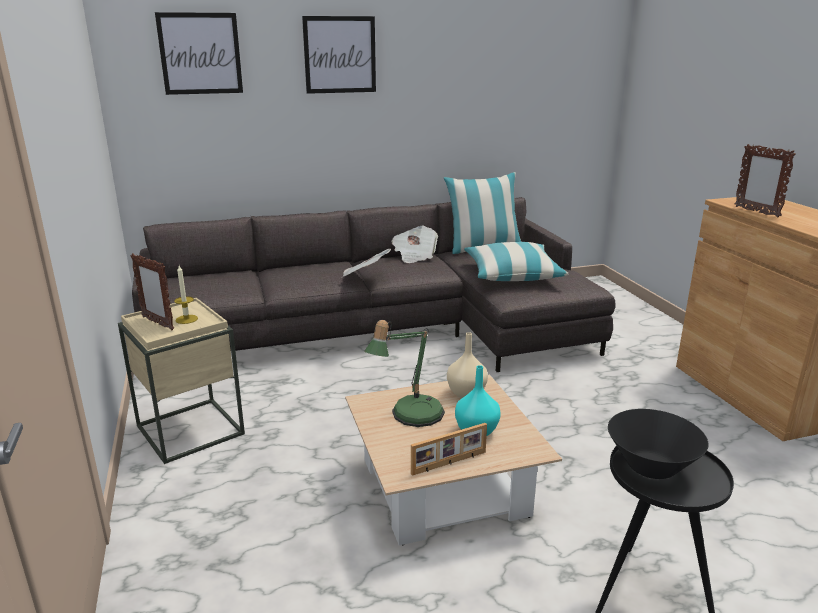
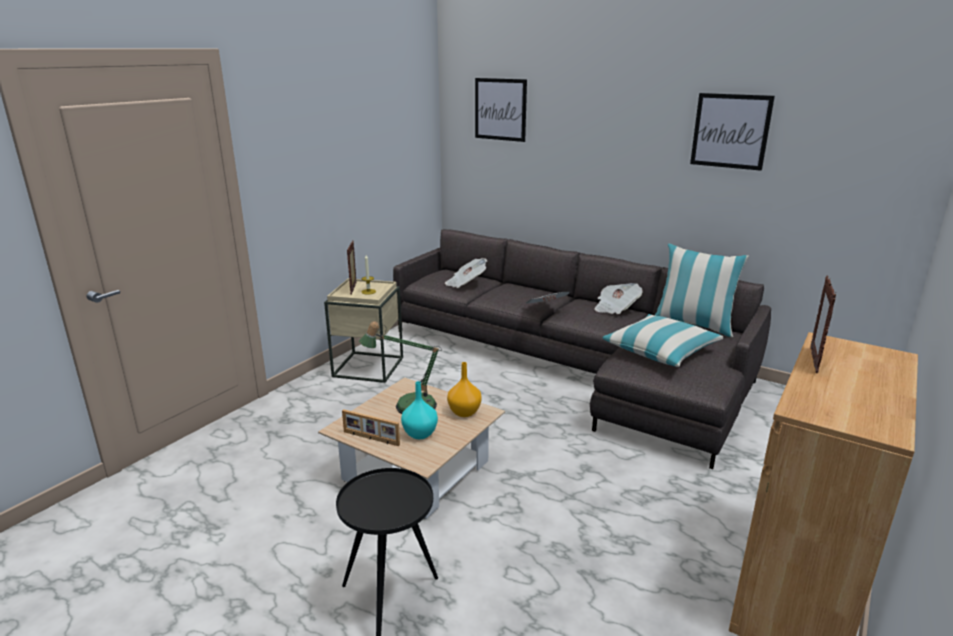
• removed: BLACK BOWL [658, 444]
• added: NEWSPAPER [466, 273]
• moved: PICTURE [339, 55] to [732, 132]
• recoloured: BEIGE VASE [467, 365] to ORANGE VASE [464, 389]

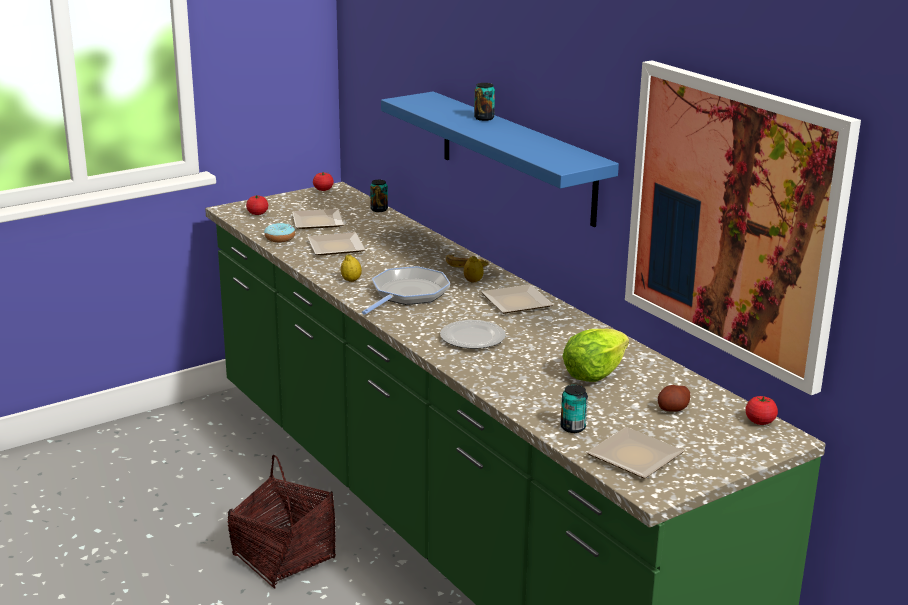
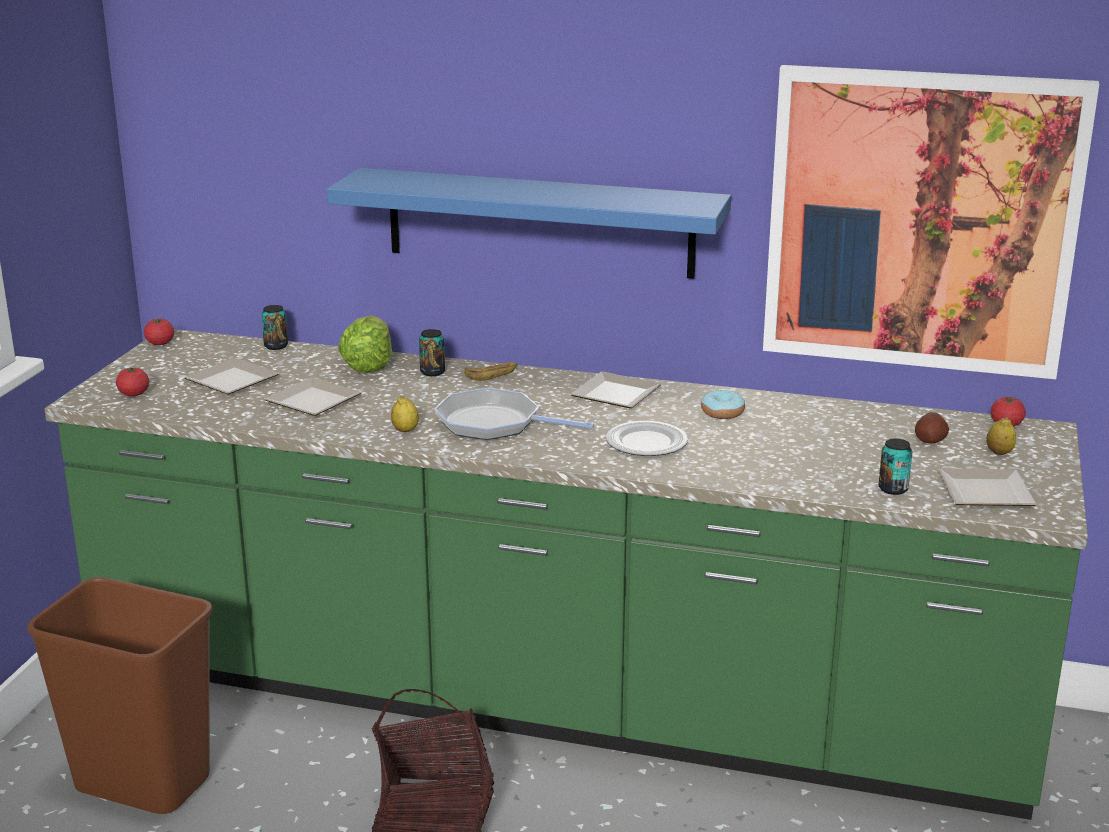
• added: BROWN TRASH CAN [119, 695]
• moved: DONUT [279, 232] to [723, 404]
• moved: LEMON [474, 269] to [1001, 436]
• moved: CAN [484, 102] to [432, 352]
• moved: LETTUCE [595, 355] to [365, 344]
• turned: FRYING PAN [406, 290] = [514, 414] 60 degrees counterclockwise

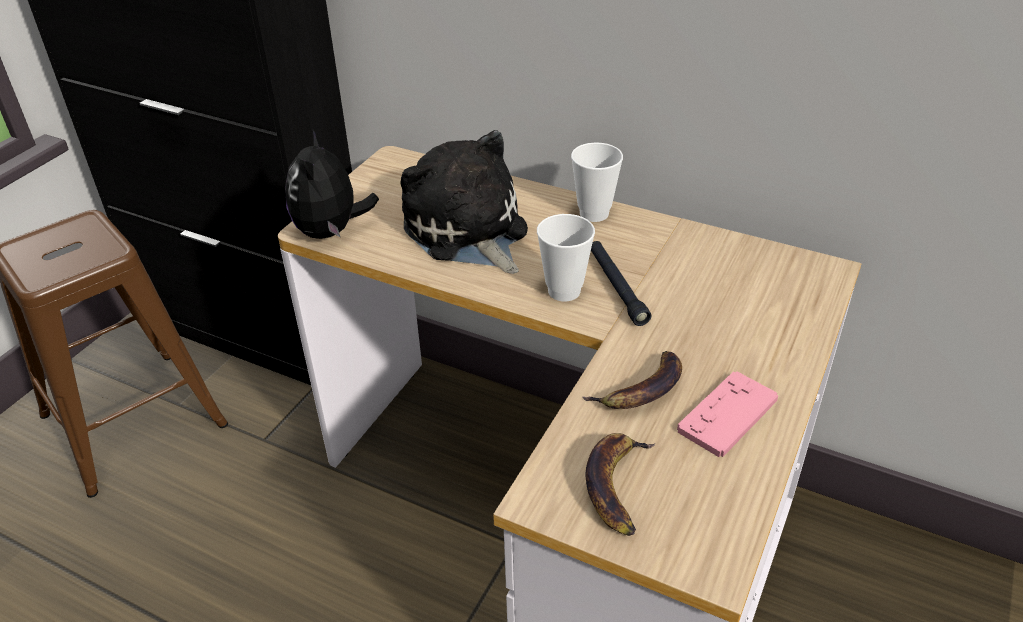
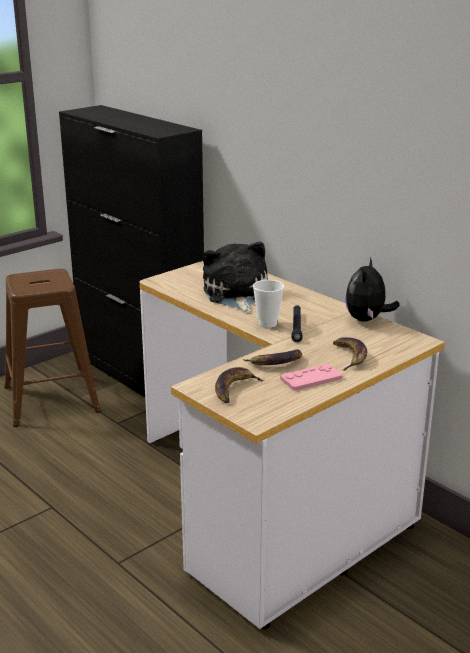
• removed: CUP [597, 182]
• added: BANANA [350, 354]
• moved: PLUSH TOY [332, 184] to [372, 289]

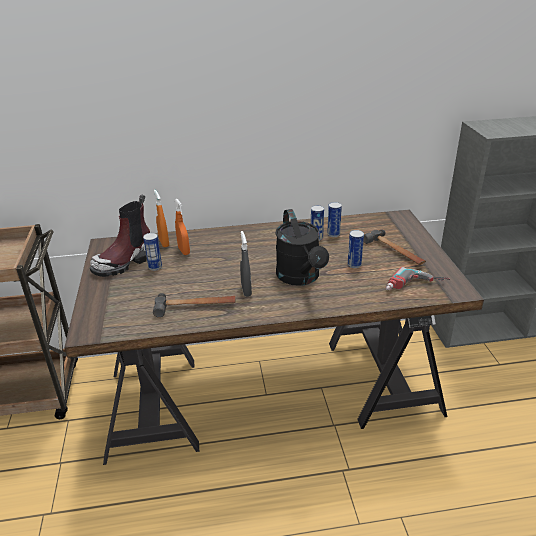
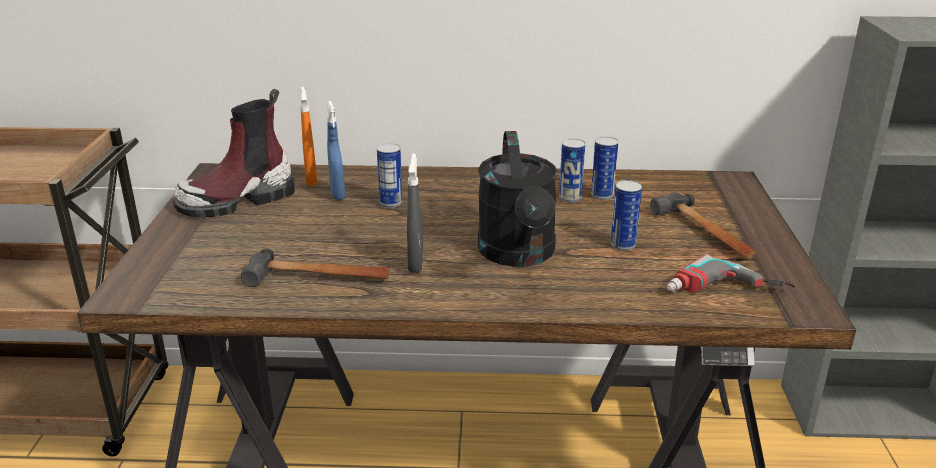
• moved: CAN [152, 252] to [390, 175]
• recoloured: ORANGE SPRAY BOTTLE [182, 227] to BLUE SPRAY BOTTLE [336, 150]

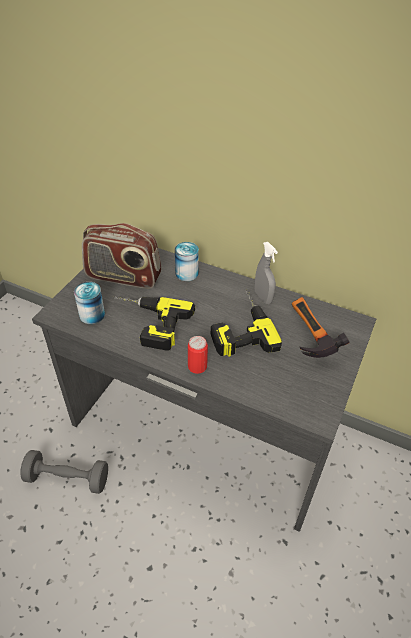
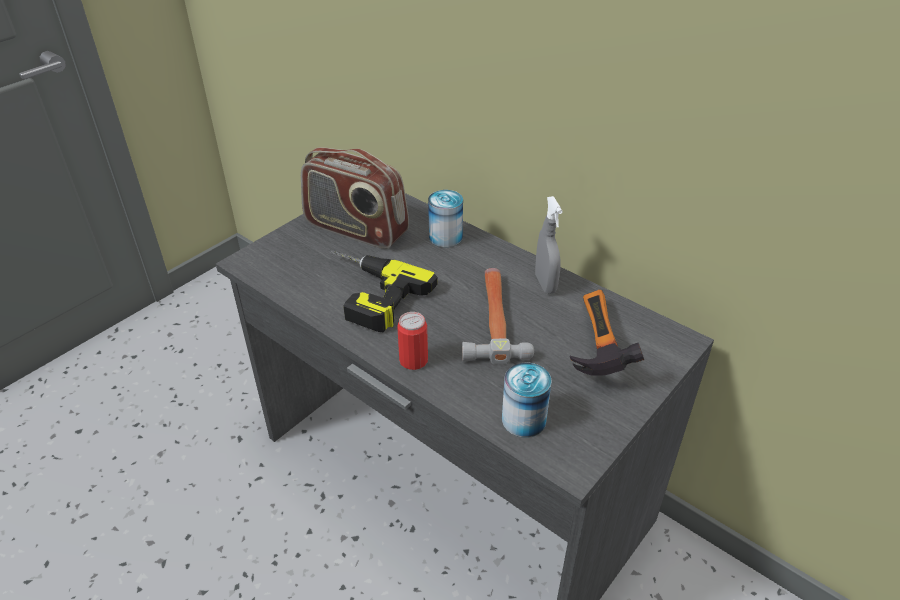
• removed: GREY DUMBBELL [64, 472]
• moved: CAN [89, 303] to [527, 400]
• replaced: POWER DRILL [246, 323] to HAMMER [498, 316]

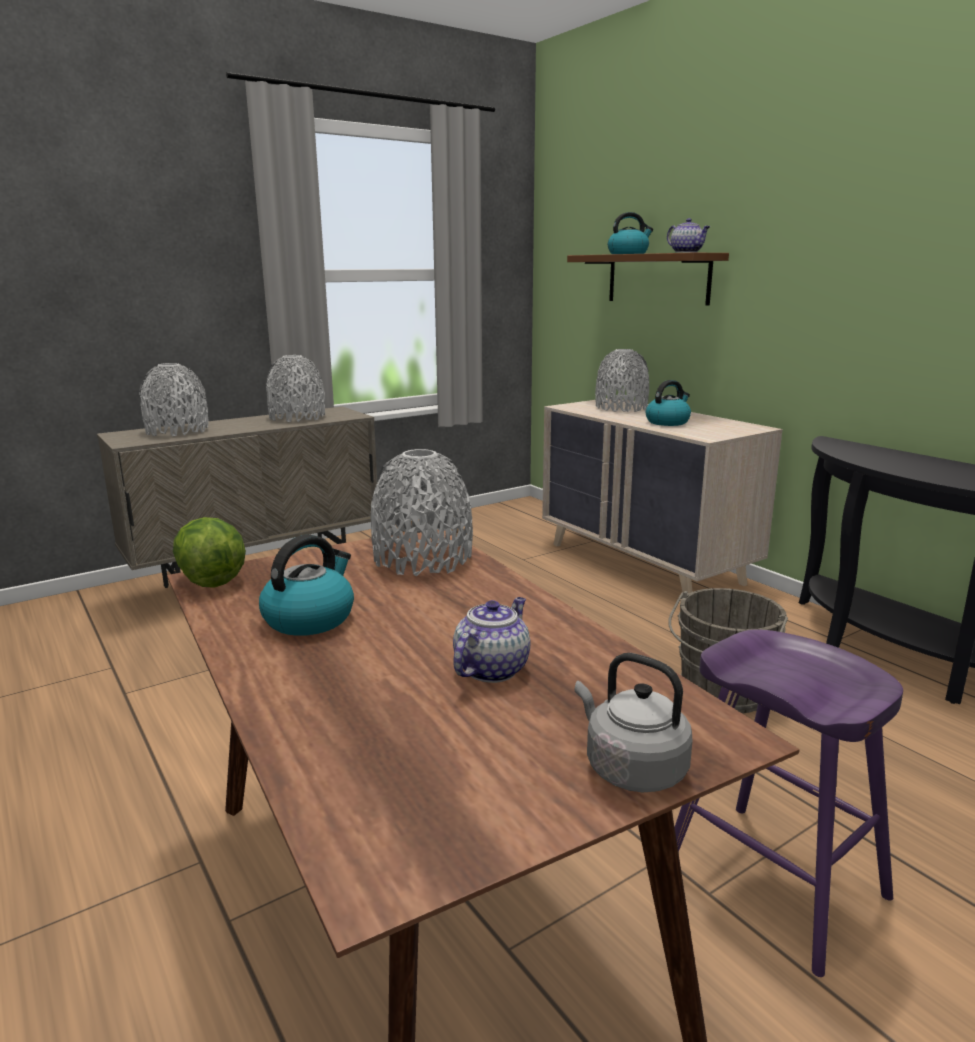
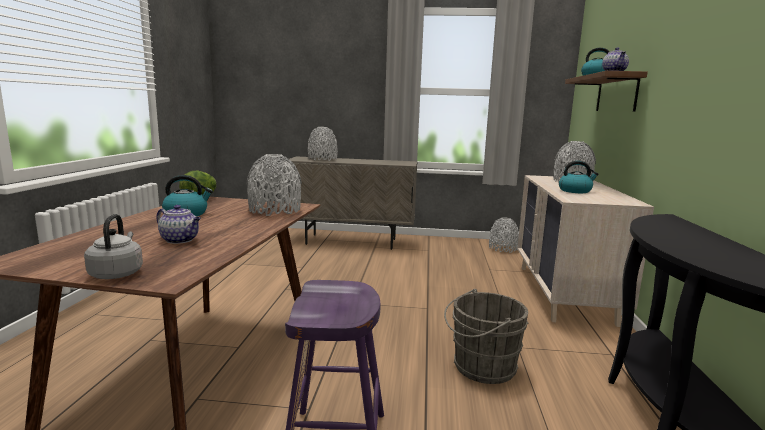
• moved: GREY VASE [295, 388] to [504, 235]
• turned: TEAPOT [491, 640] = [178, 224] 45 degrees clockwise

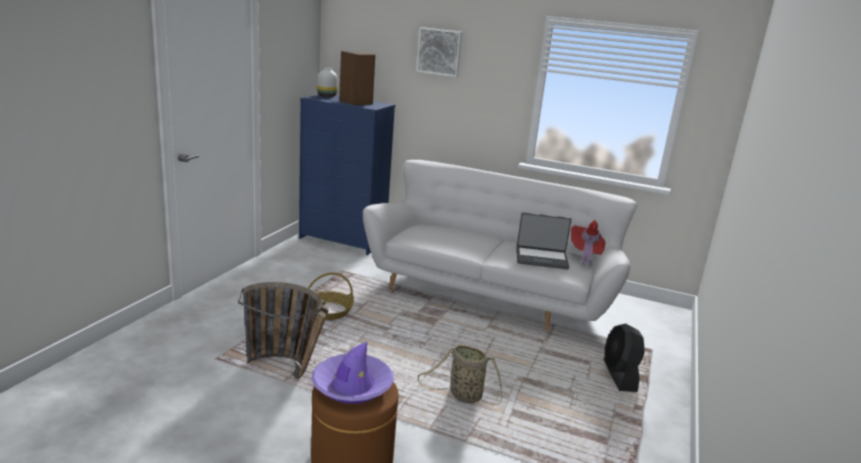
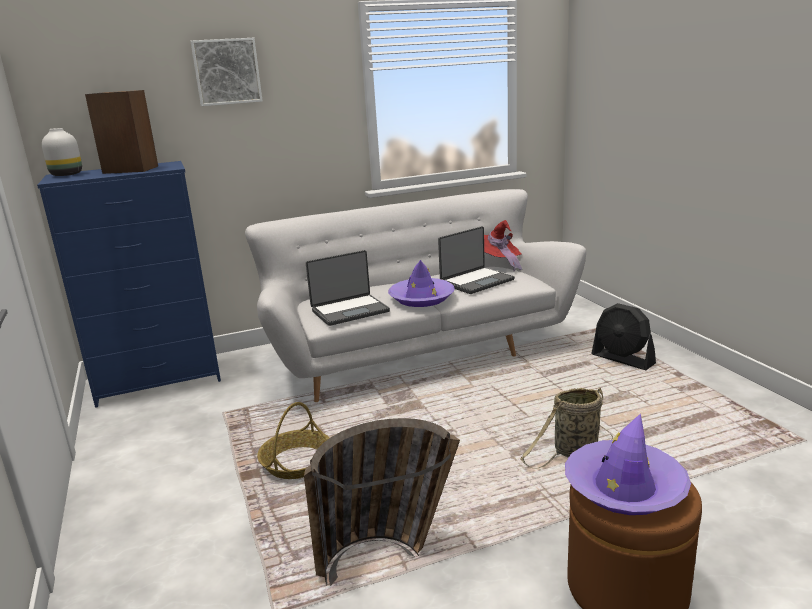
• added: LAPTOP [348, 288]
• added: PURPLE HAT [421, 283]

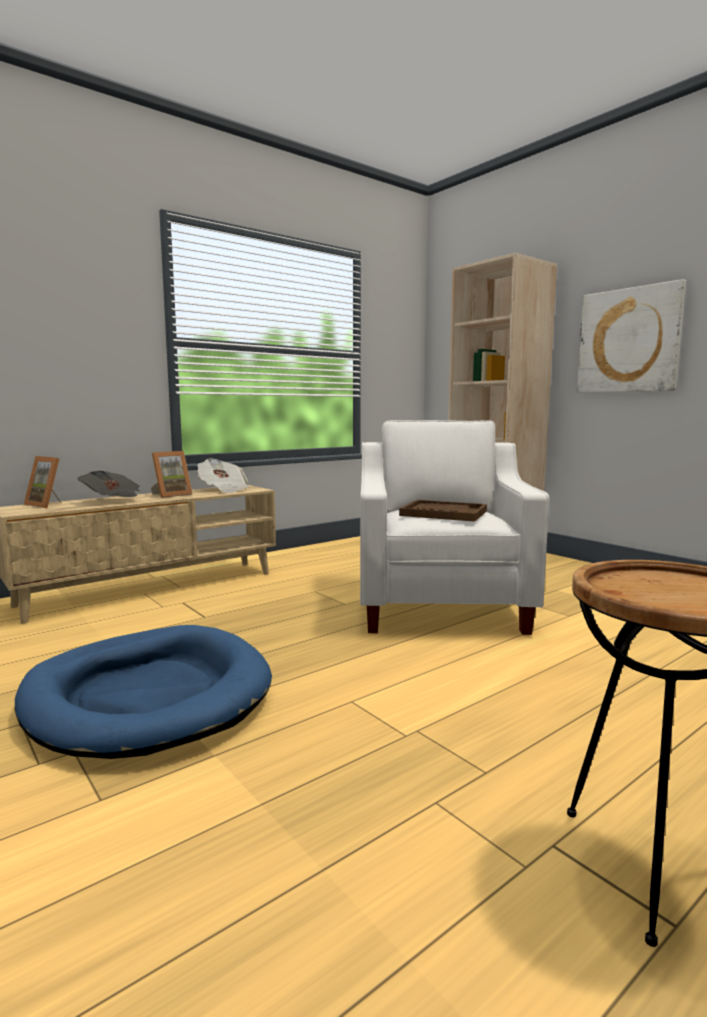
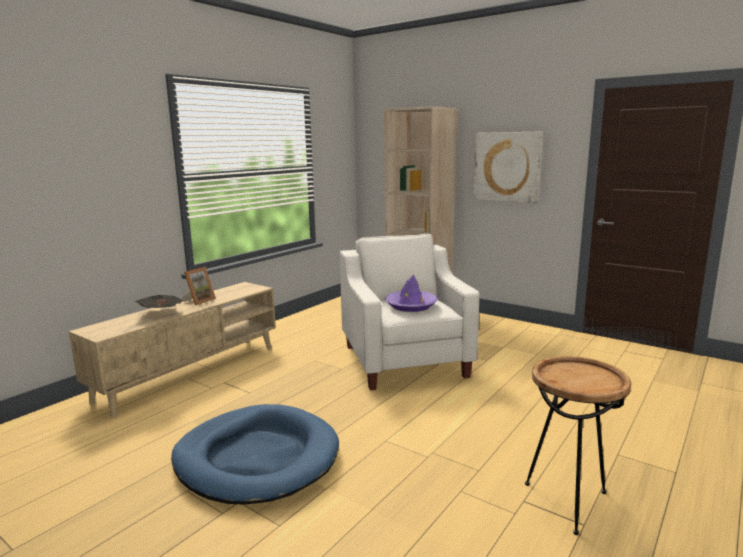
• removed: PICTURE FRAME [43, 482]
• removed: NEWSPAPER [223, 476]
• replaced: BROWN TRAY [443, 511] to PURPLE HAT [411, 293]

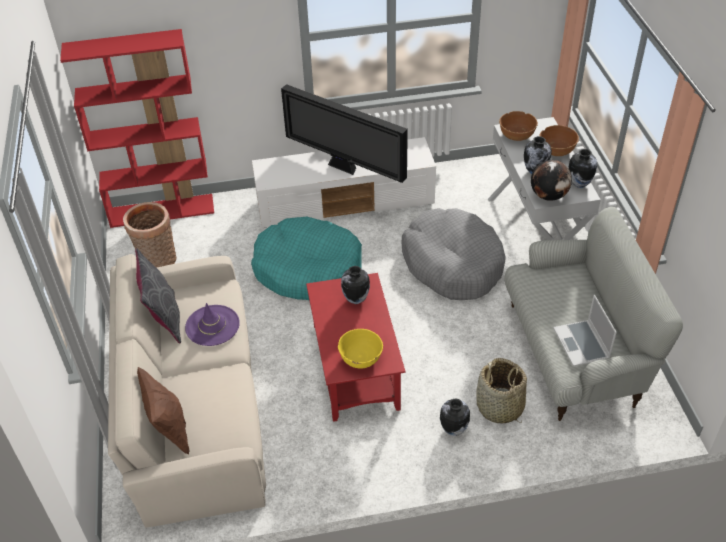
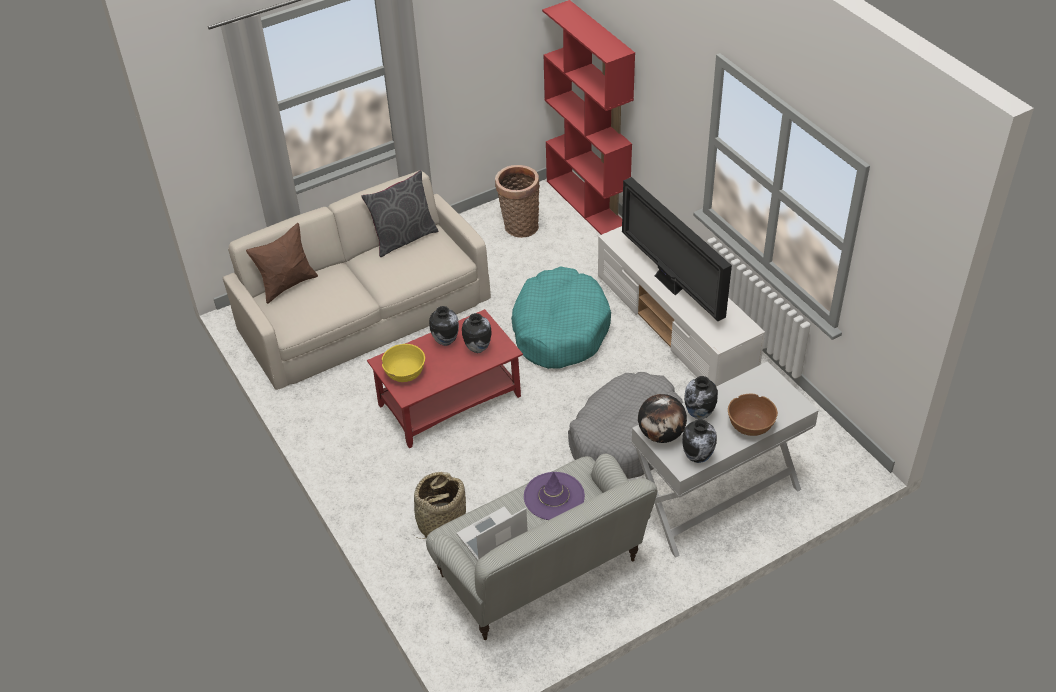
• removed: BROWN BOWL [518, 126]
• moved: PURPLE HAT [212, 324] to [554, 495]
• moved: VASE [455, 417] to [444, 326]
• turned: TELEVISION [344, 133] = [677, 249] 45 degrees counterclockwise

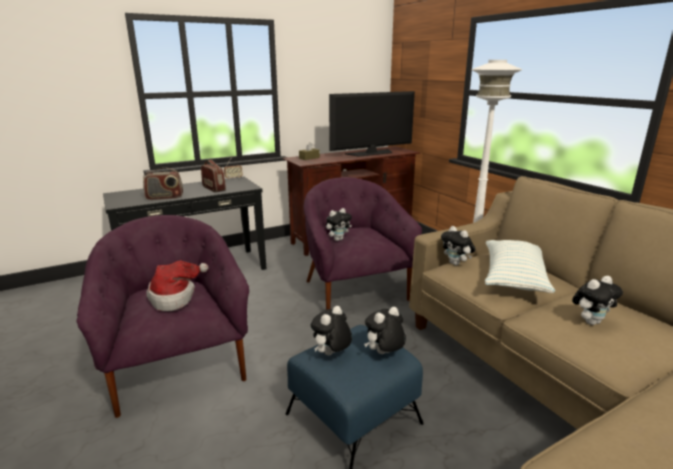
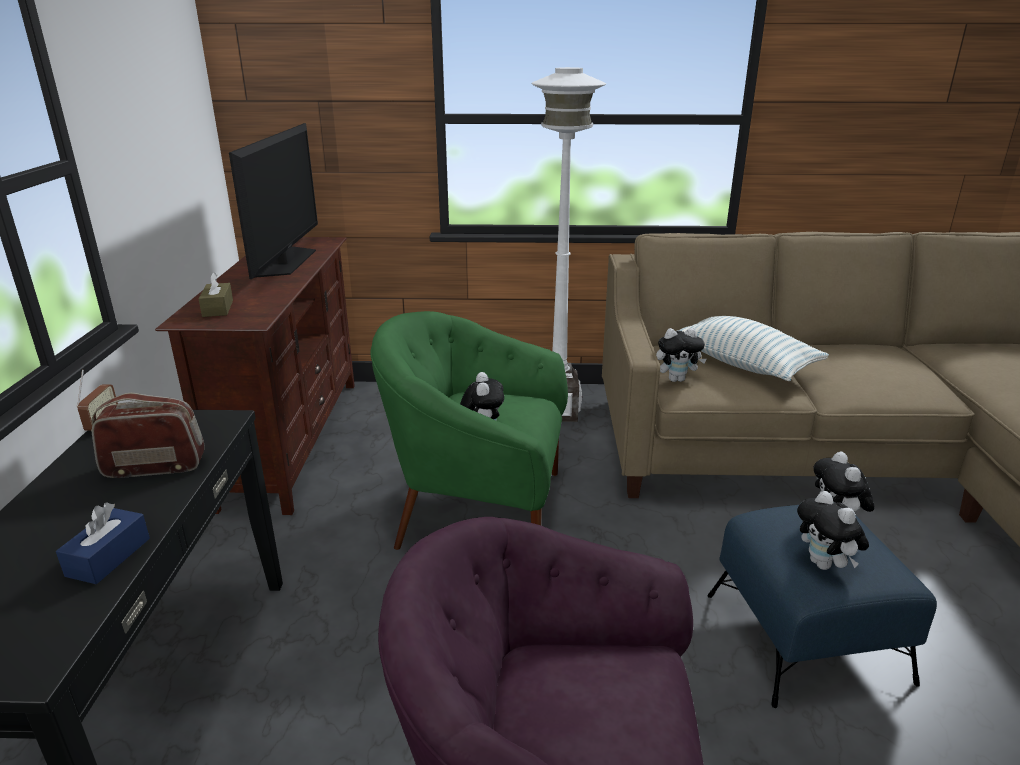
• removed: HAT [177, 285]
• removed: PLUSH TOY [597, 300]
• replaced: RADIO [163, 183] to BLUE TISSUE BOX [103, 543]
• recoloured: PURPLE ARMCHAIR [363, 243] to GREEN ARMCHAIR [469, 430]

